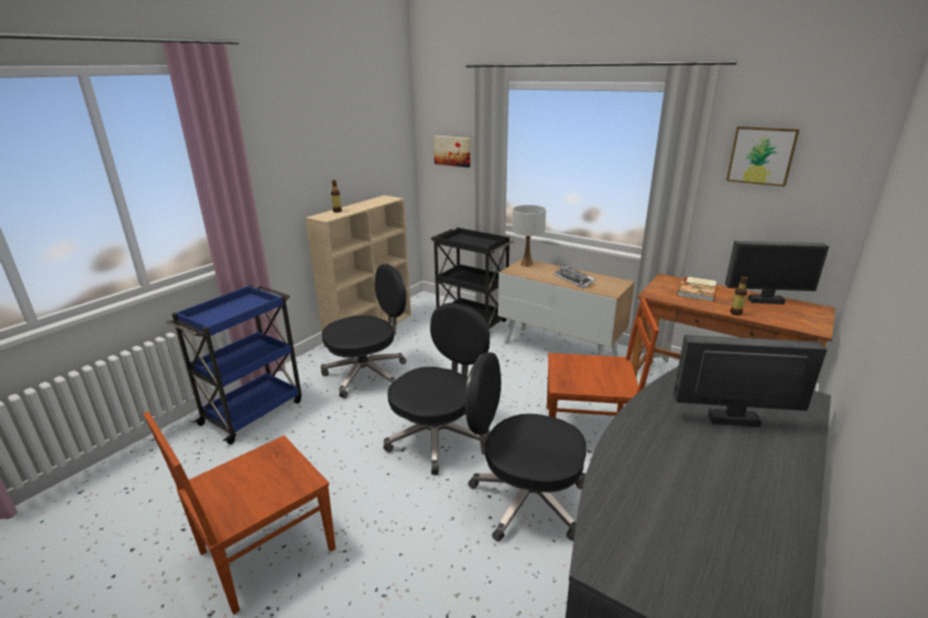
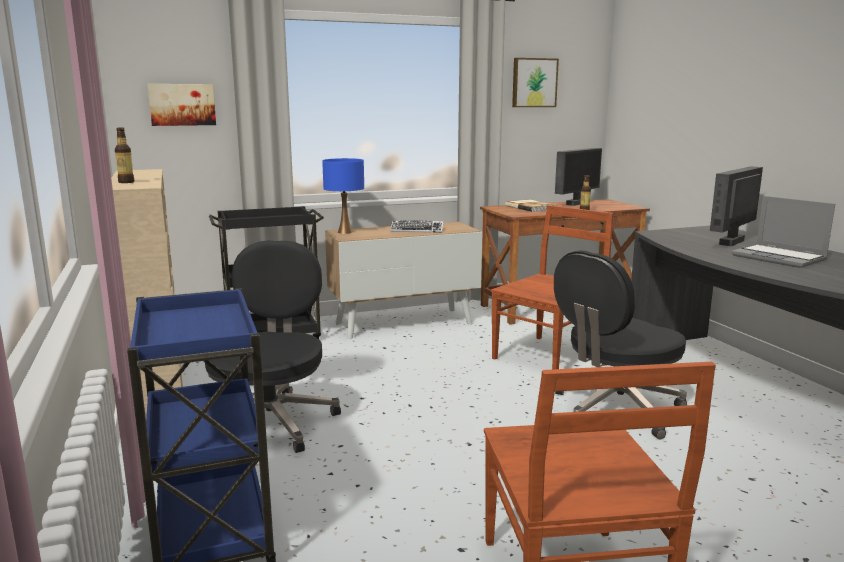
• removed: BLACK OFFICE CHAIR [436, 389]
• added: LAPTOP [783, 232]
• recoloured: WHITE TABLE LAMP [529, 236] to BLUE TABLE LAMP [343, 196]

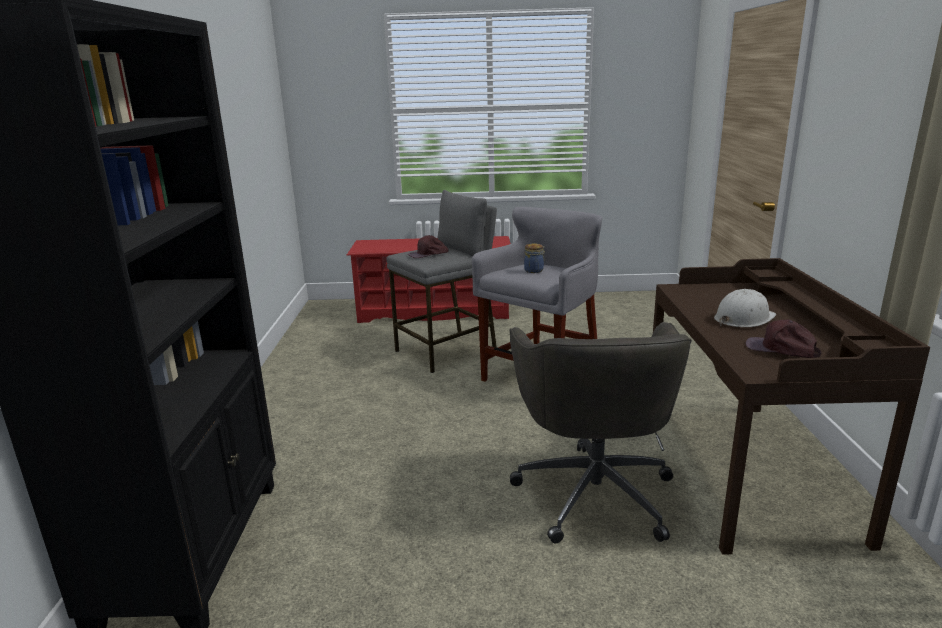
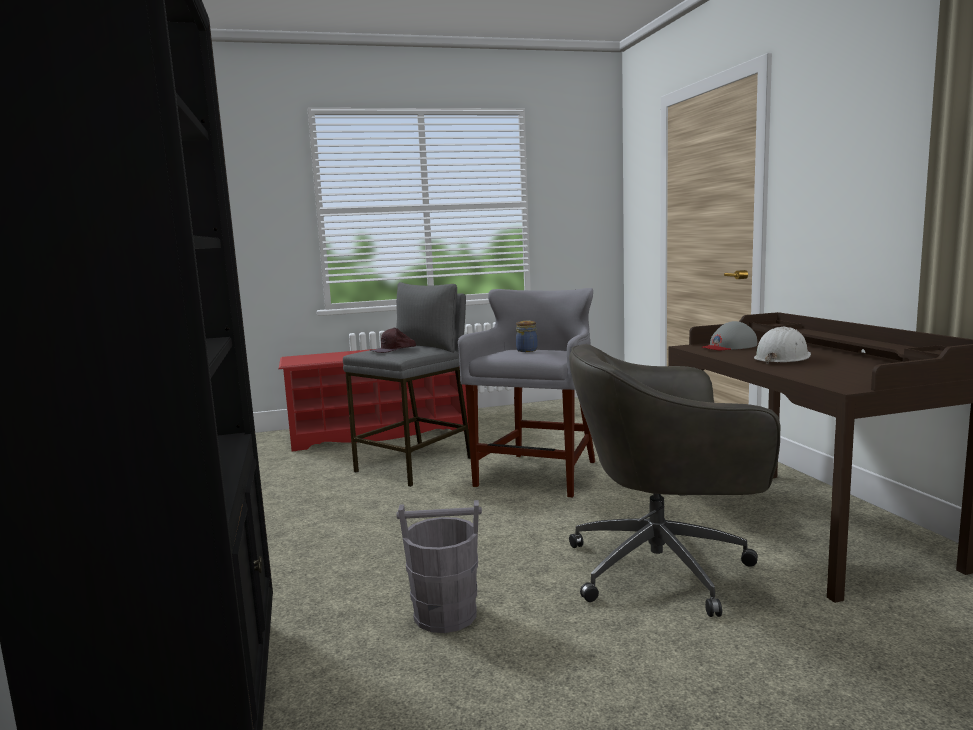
• removed: BROWN CAP [783, 338]
• added: GREY BUCKET [439, 566]
• added: GREY CAP [729, 335]
• turned: GREY OFFICE CHAIR [601, 433] = [674, 480] 105 degrees clockwise

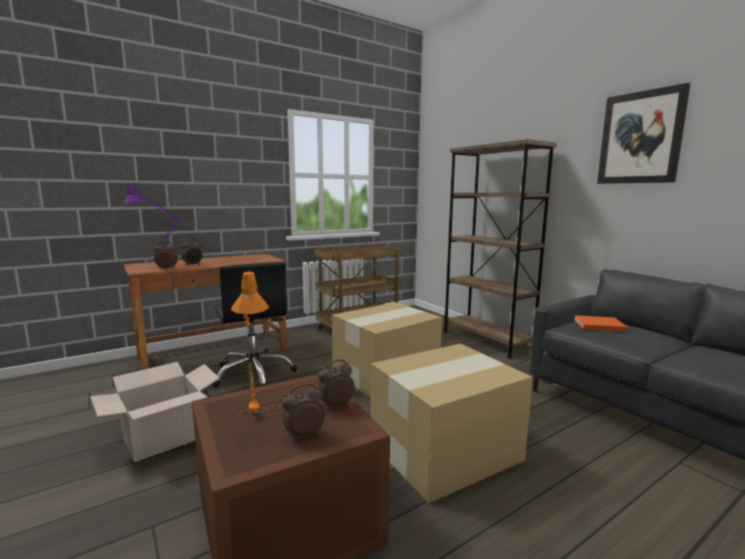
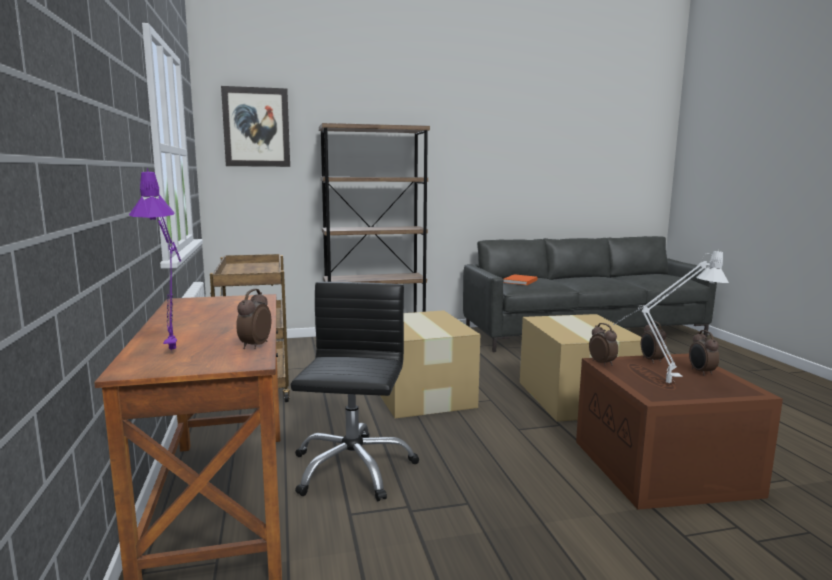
• removed: CARDBOARD BOX [155, 412]
• moved: ALARM CLOCK [192, 252] to [603, 344]
• moved: PICTURE [644, 133] to [255, 126]
• recoloured: ORANGE TABLE LAMP [250, 343] to WHITE TABLE LAMP [671, 316]
• turned: BLACK OFFICE CHAIR [254, 325] = [355, 391] 75 degrees counterclockwise

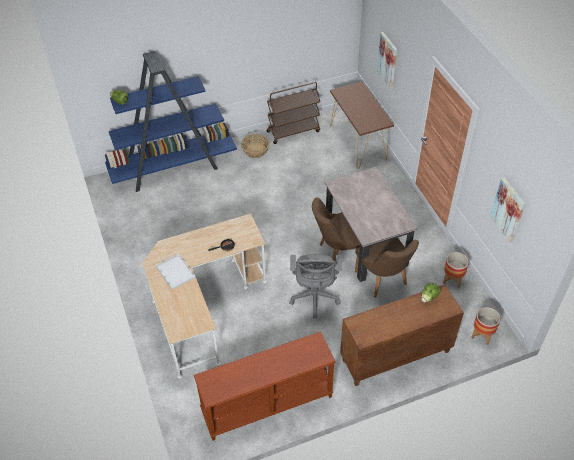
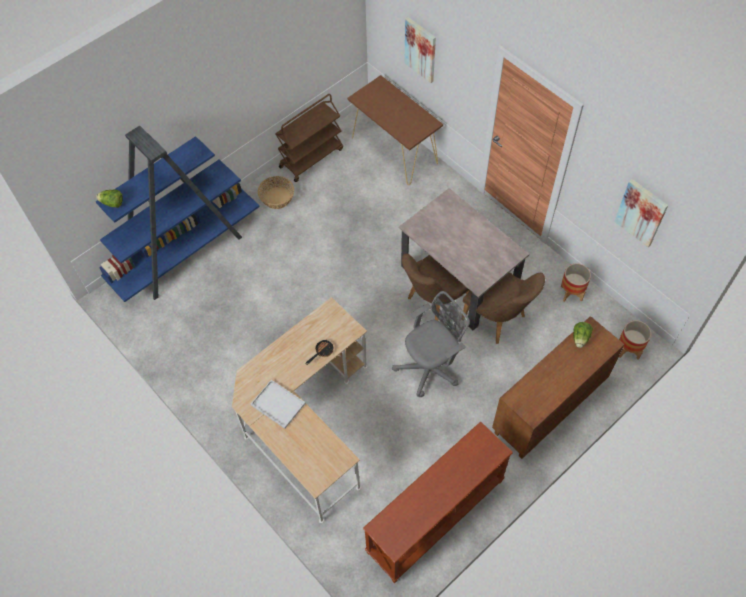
• turned: GREY OFFICE CHAIR [315, 286] = [431, 344] 105 degrees counterclockwise

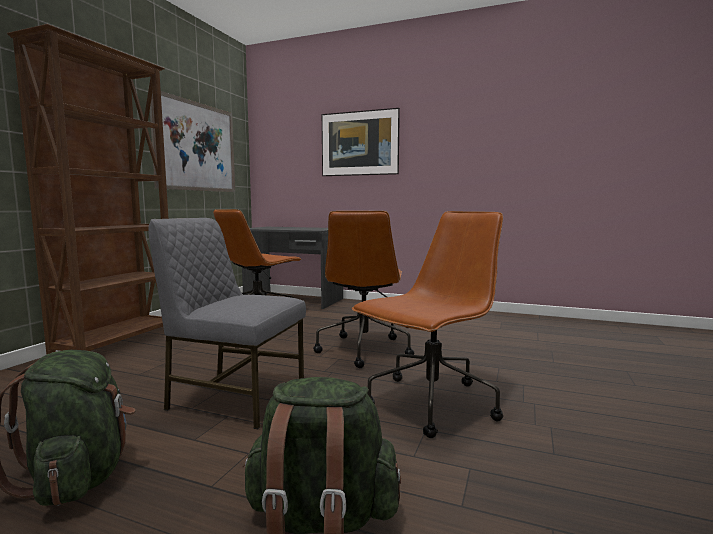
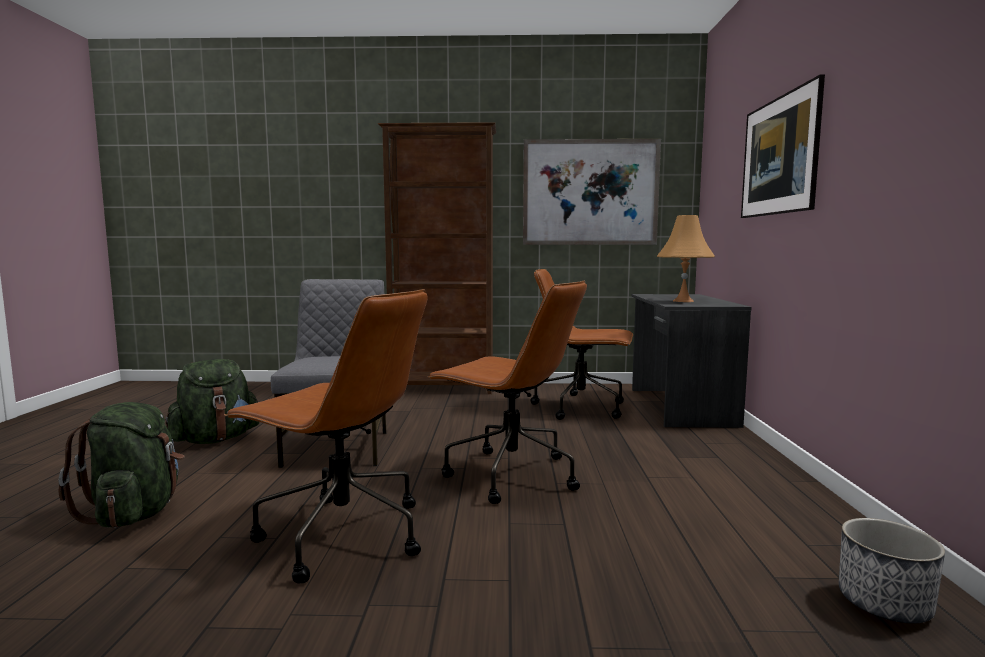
• added: ORANGE TABLE LAMP [686, 258]
• added: PLANTER [892, 570]
• turned: BROWN OFFICE CHAIR [363, 289] = [507, 392] 135 degrees counterclockwise

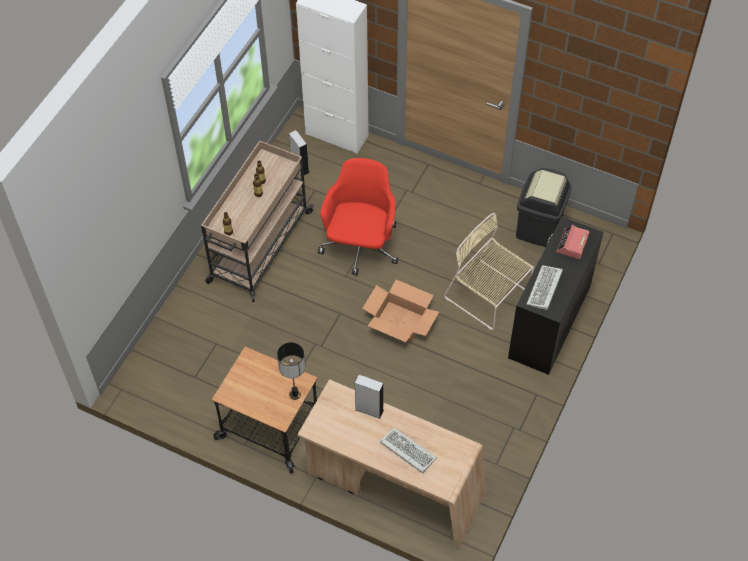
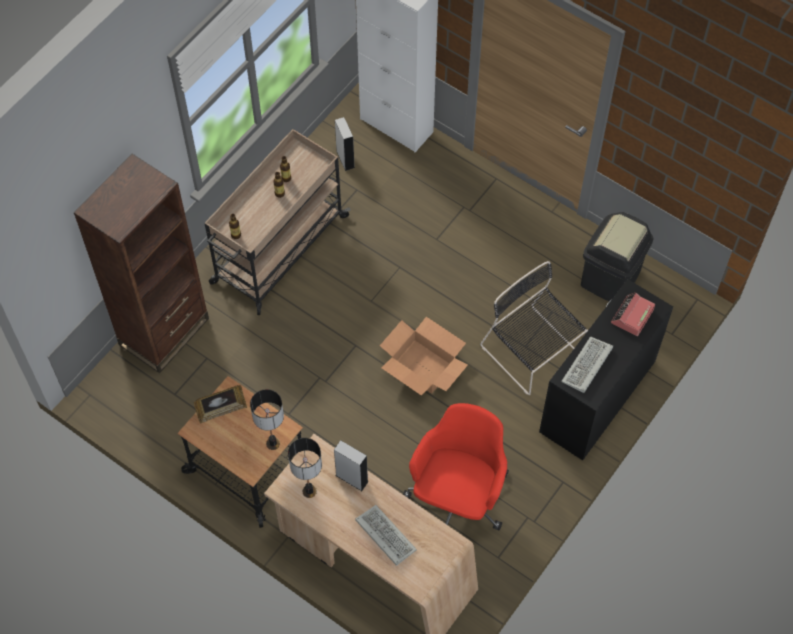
• added: BROWN BOOKCASE [141, 263]
• added: PICTURE FRAME [220, 404]
• added: TABLE LAMP [305, 468]
• moved: RED OFFICE CHAIR [358, 216] to [456, 466]
• recoloured: BEIGE CHAIR [489, 271] to BLACK CHAIR [534, 328]

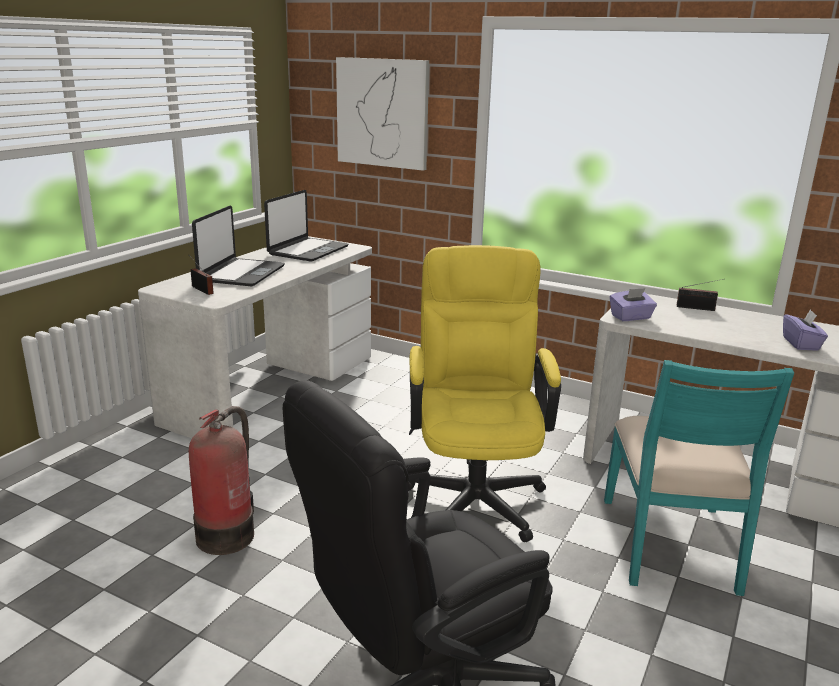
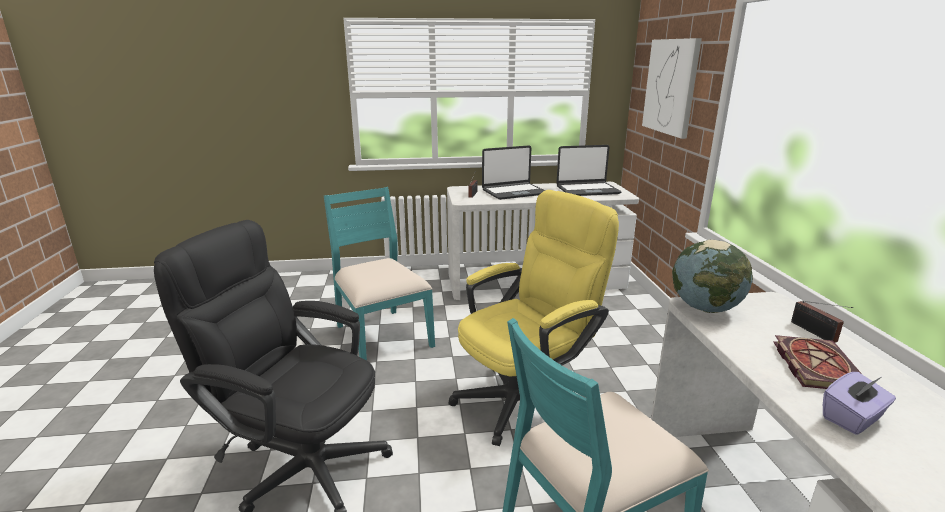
• added: BOOK [818, 362]
• replaced: FIRE EXTINGUISHER [221, 480] to TURQUOISE CHAIR [379, 274]
• replaced: PURPLE TISSUE BOX [633, 304] to GLOBE [712, 276]

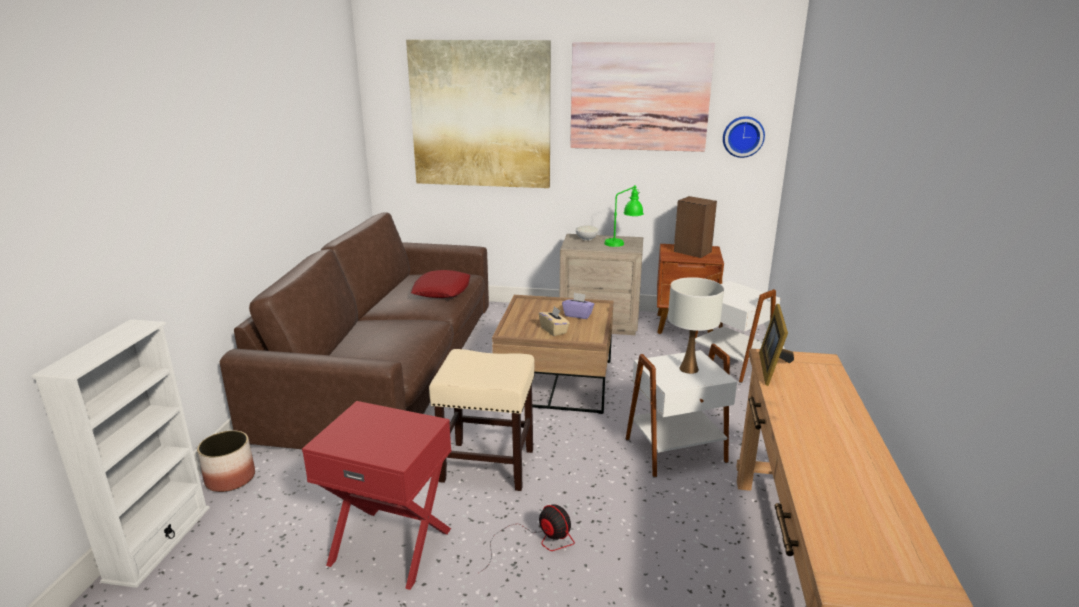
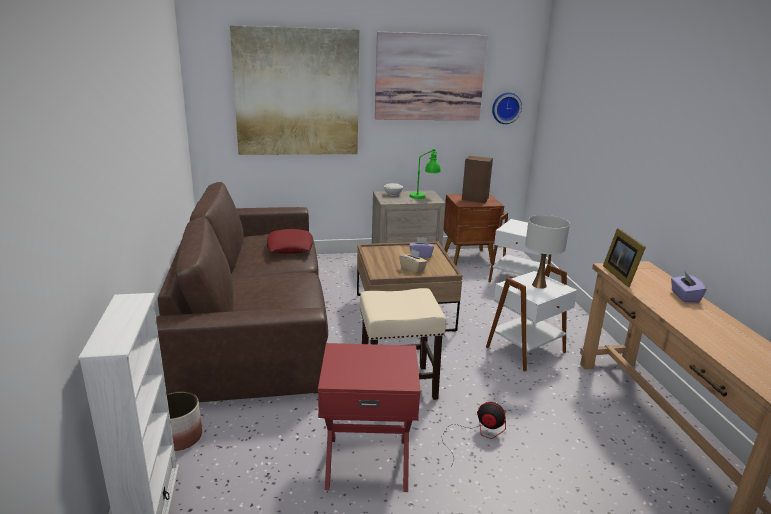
• added: PURPLE TISSUE BOX [689, 287]

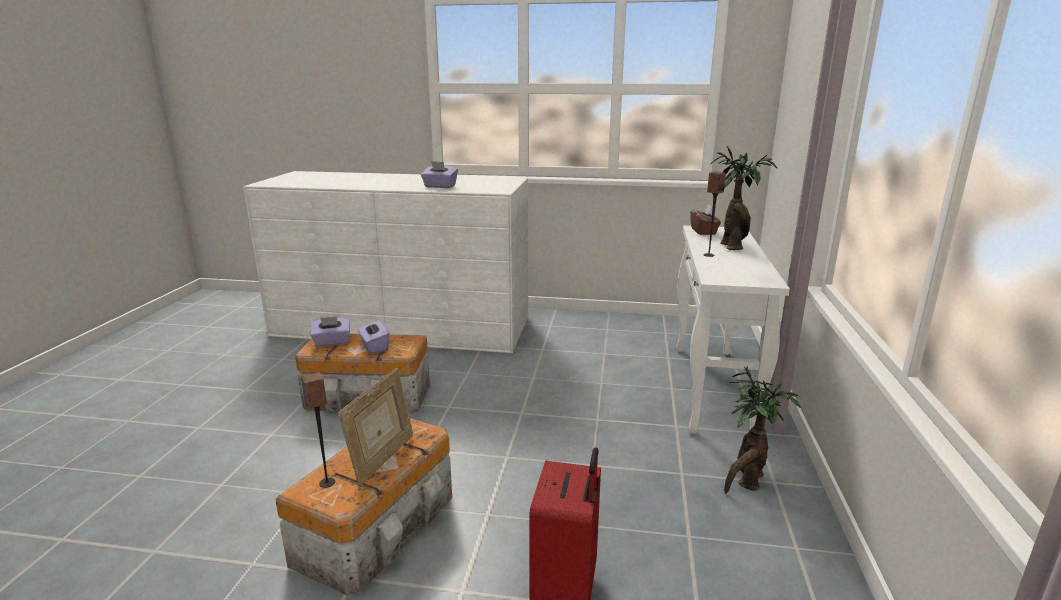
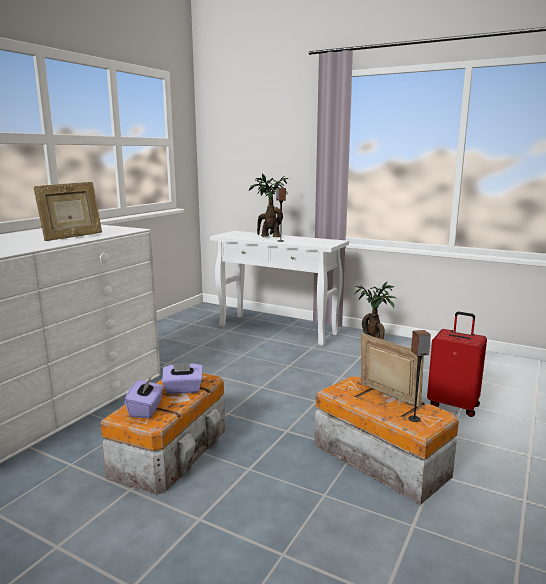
• removed: BROWN TISSUE BOX [705, 219]
• replaced: PURPLE TISSUE BOX [439, 174] to PICTURE FRAME [67, 211]

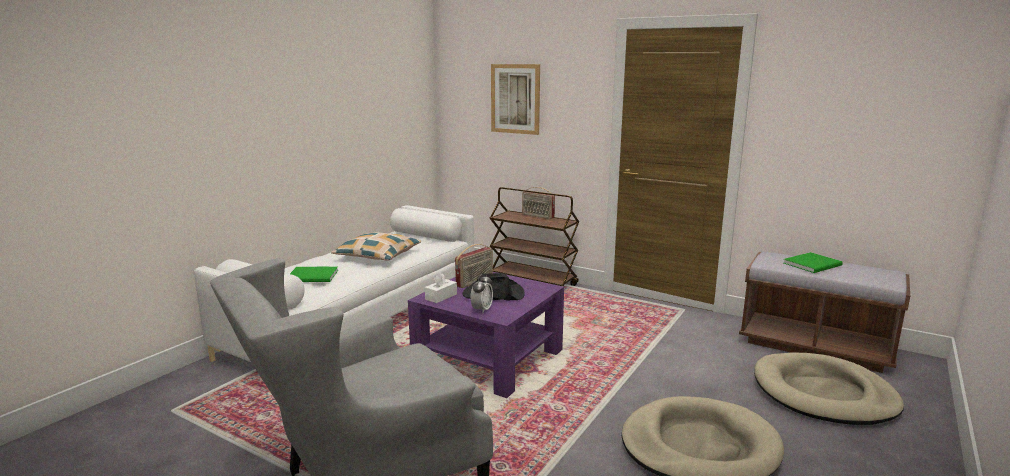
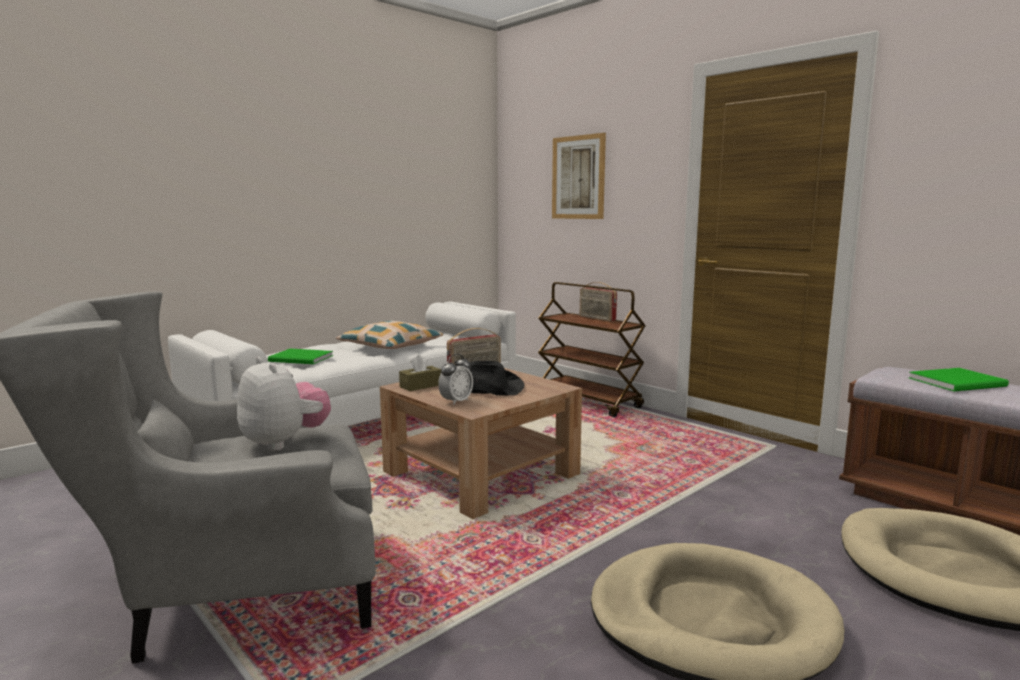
• added: PLUSH TOY [284, 404]
• recoloured: PURPLE COFFEE TABLE [486, 335] to BROWN COFFEE TABLE [481, 443]
• recoloured: WHITE TISSUE BOX [441, 287] to BROWN TISSUE BOX [420, 372]

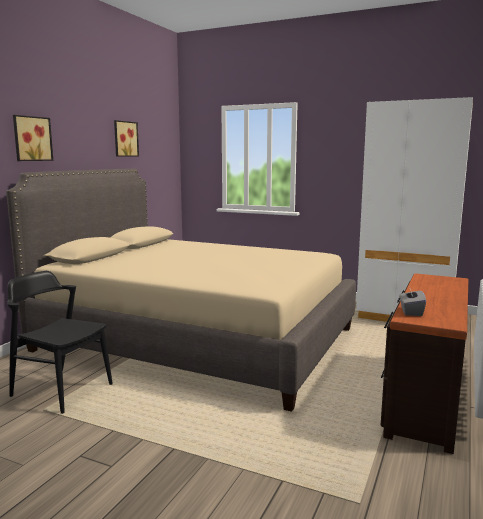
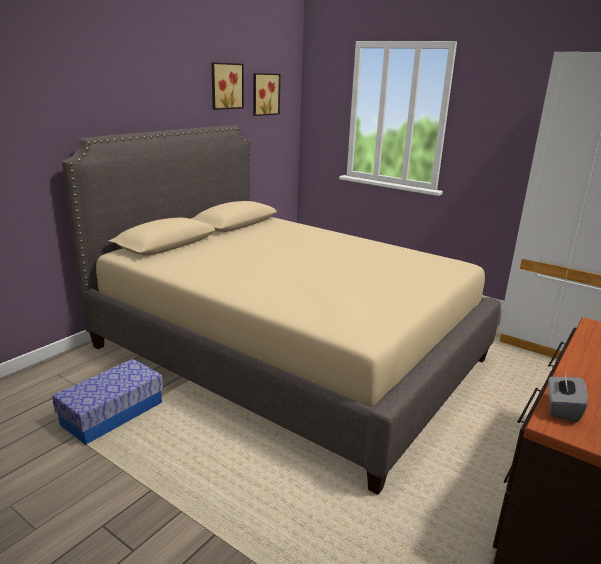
• moved: PICTURE [33, 138] to [266, 94]
• replaced: BLACK CHAIR [60, 342] to STORAGE BOX [107, 402]

